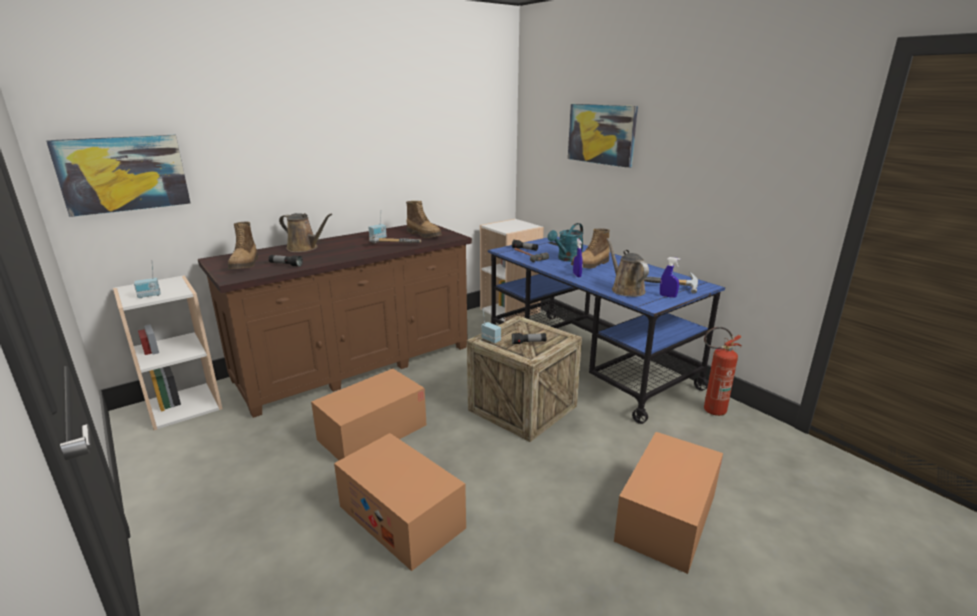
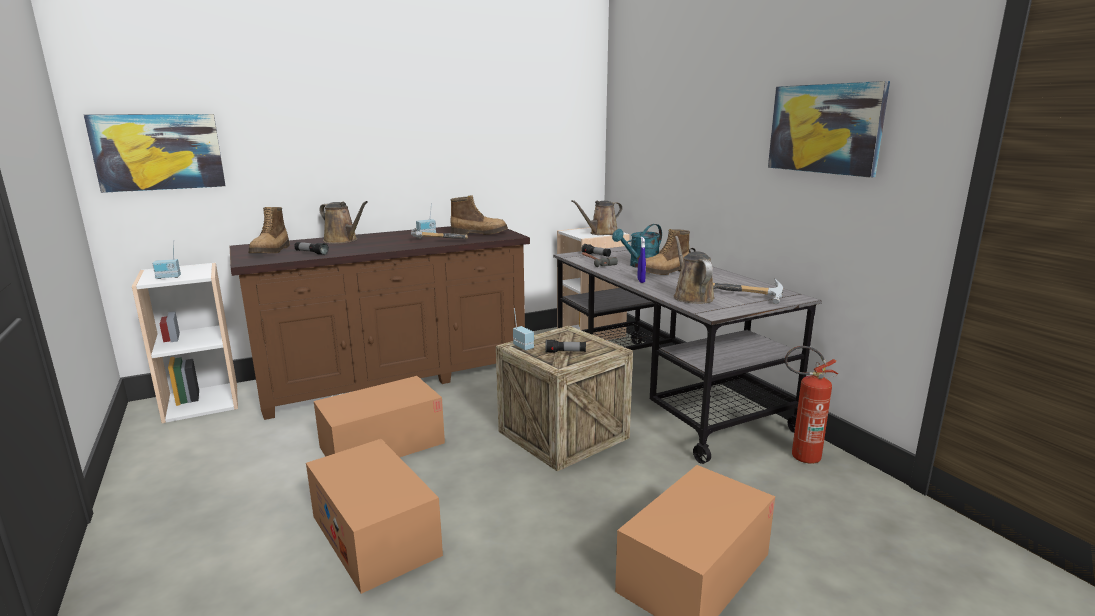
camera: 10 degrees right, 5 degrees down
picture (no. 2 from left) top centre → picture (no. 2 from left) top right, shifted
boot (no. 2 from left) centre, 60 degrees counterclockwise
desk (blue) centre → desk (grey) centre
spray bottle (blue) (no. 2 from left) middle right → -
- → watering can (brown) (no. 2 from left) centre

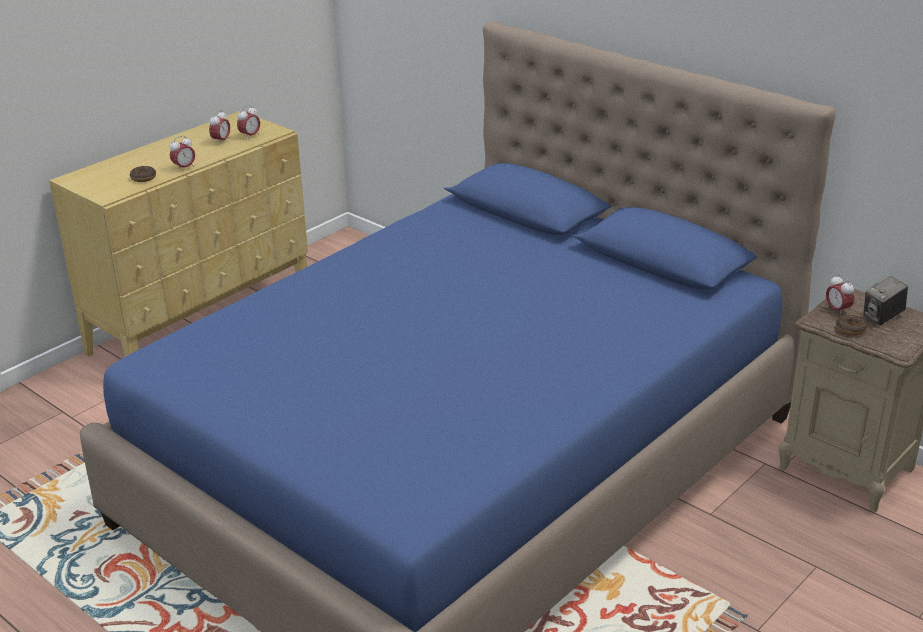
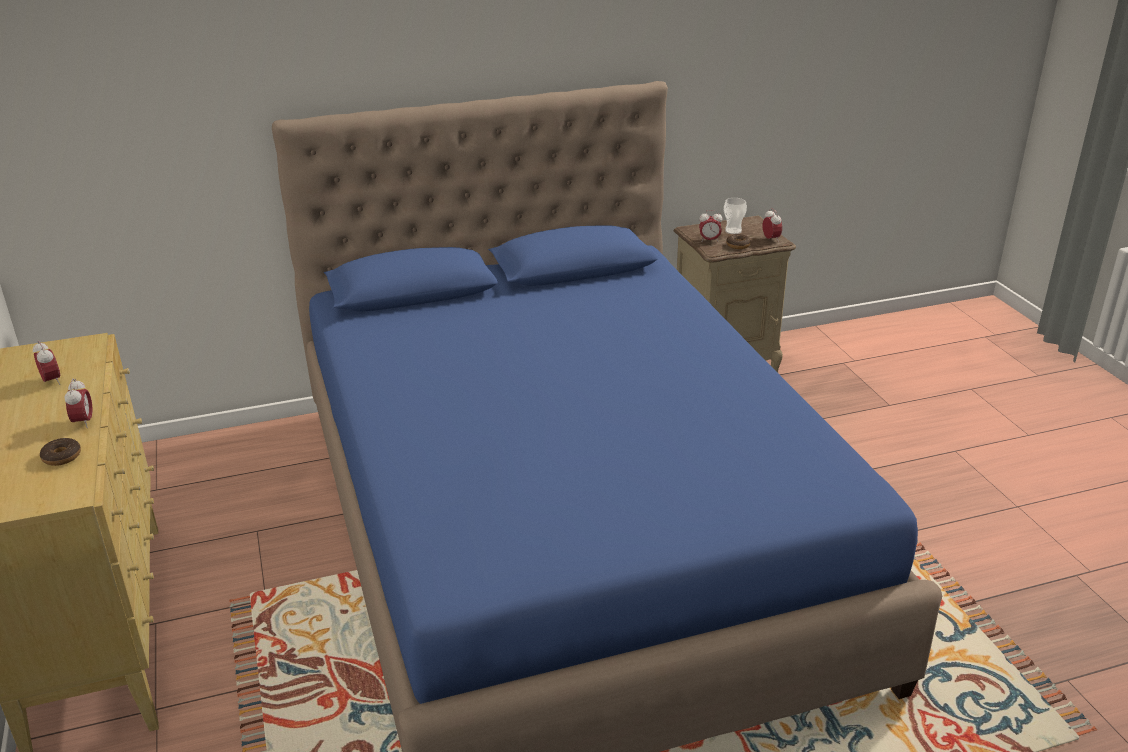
camera: 60 degrees left, 0 degrees up
alarm clock (no. 3 from left in the first image) top left → alarm clock (no. 4 from left) top right, shifted
photo camera middle right → cup top centre

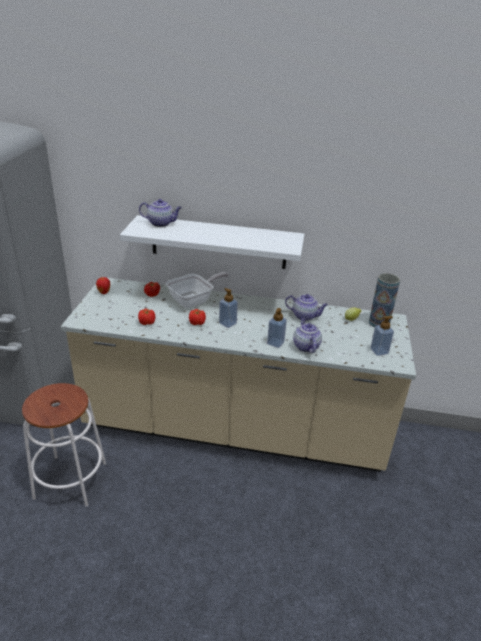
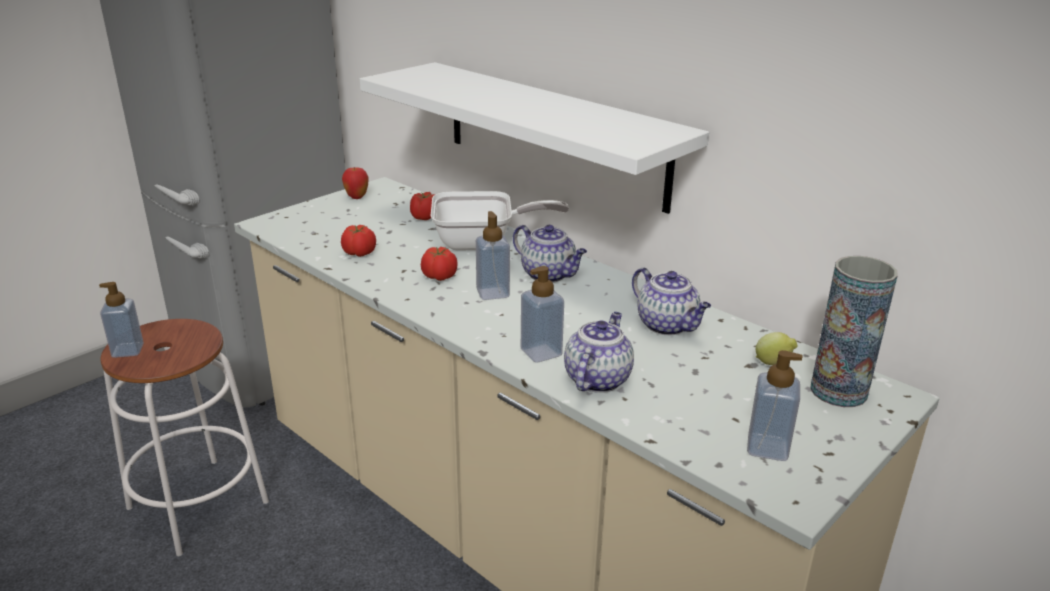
camera: 35 degrees right, 5 degrees down
teapot (no. 1 from left) top left → teapot (no. 1 from left) centre, shifted
- → soap dispenser (no. 1 from left) middle left

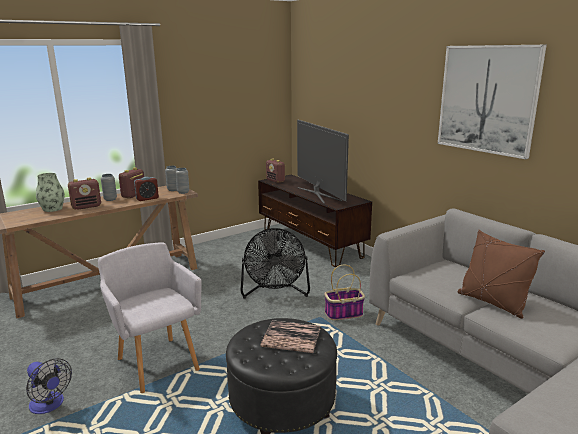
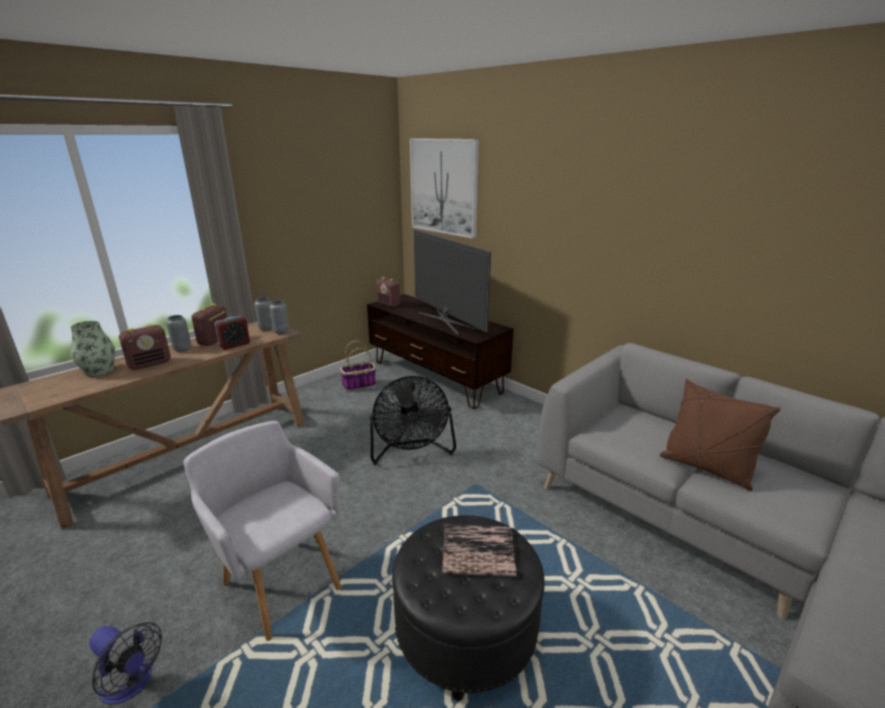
camera: 10 degrees left, 5 degrees up
picture top right → picture top centre, shifted
basket bottom centre → basket centre, shifted

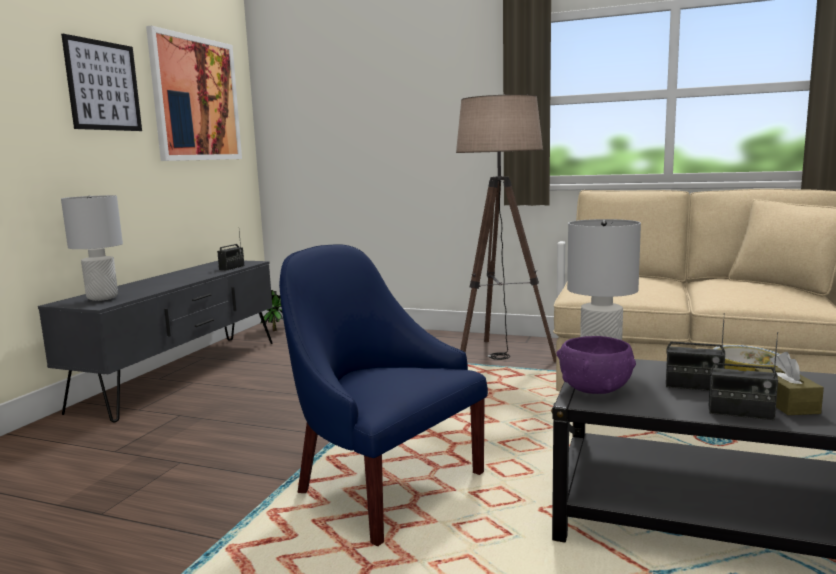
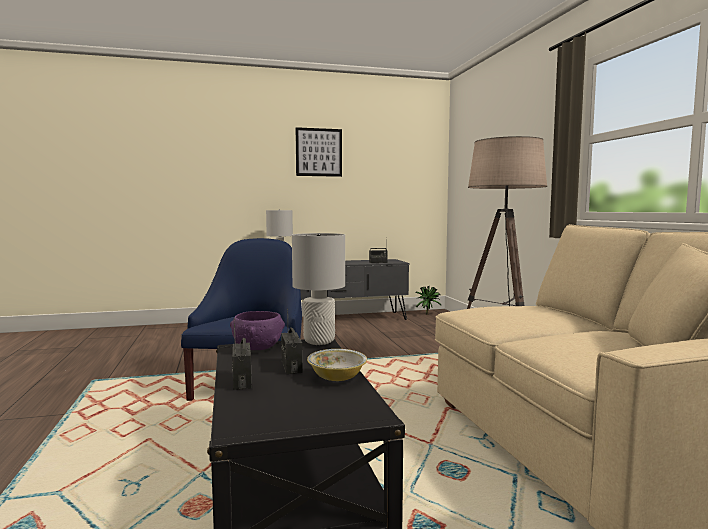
camera: 55 degrees right, 5 degrees down
picture (no. 2 from left) top left → -
tissue box (brown) bottom right → -

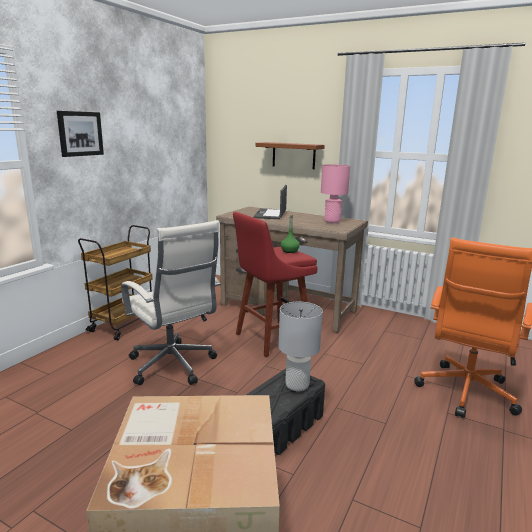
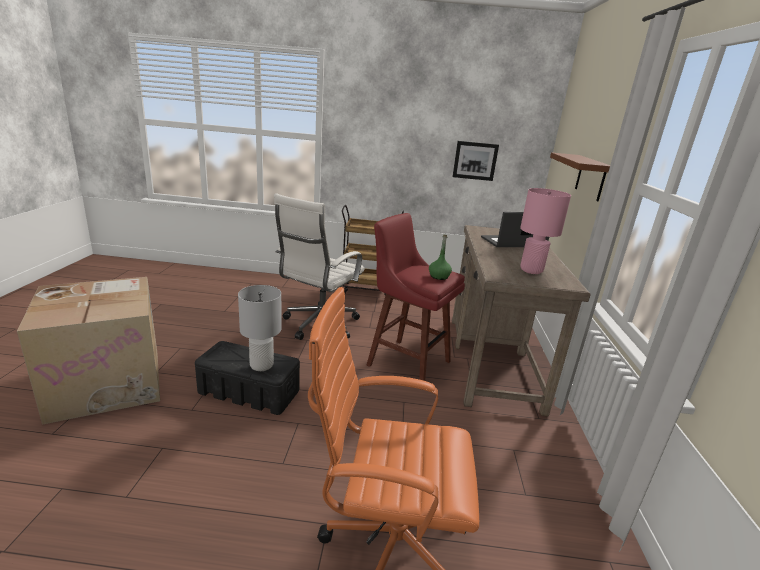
camera: 65 degrees right, 5 degrees up
picture top left → picture top centre, shifted

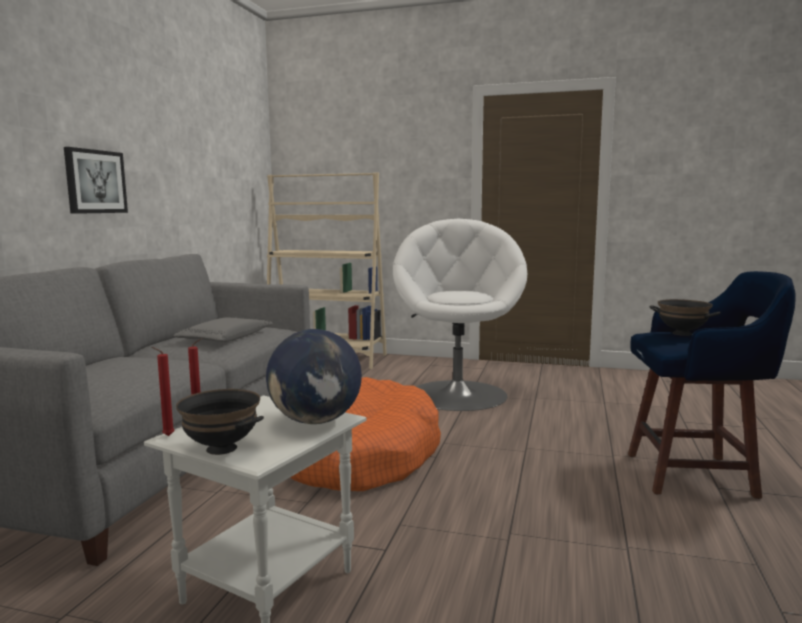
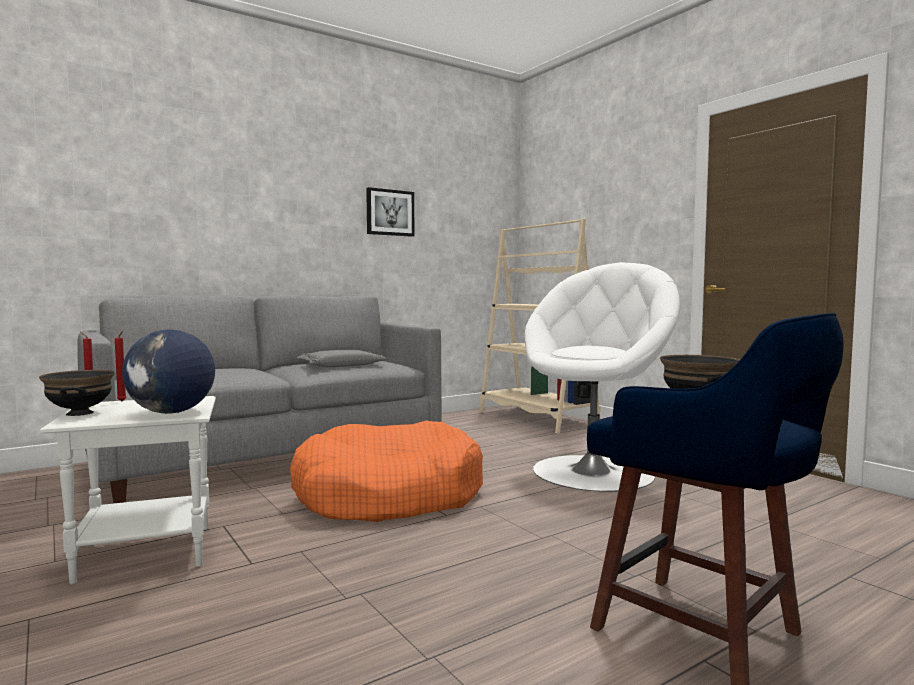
camera: 40 degrees right, 5 degrees down
picture top left → picture top centre, shifted

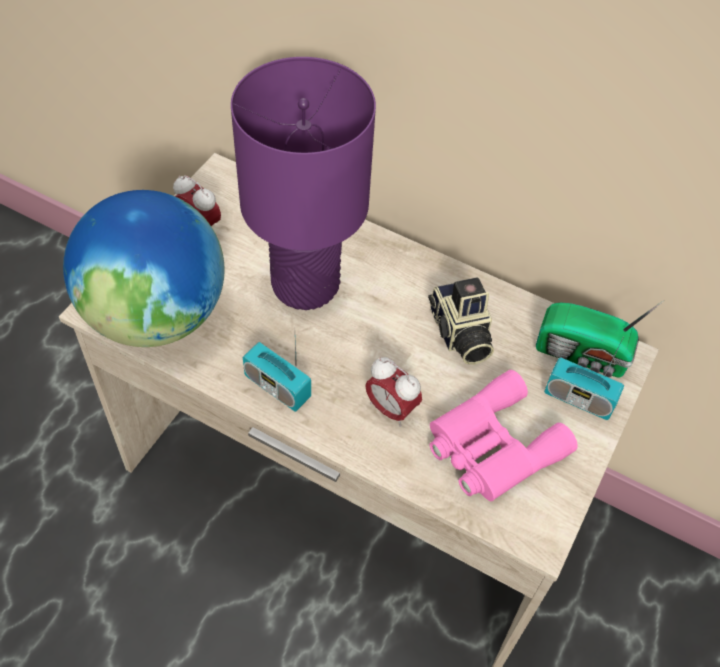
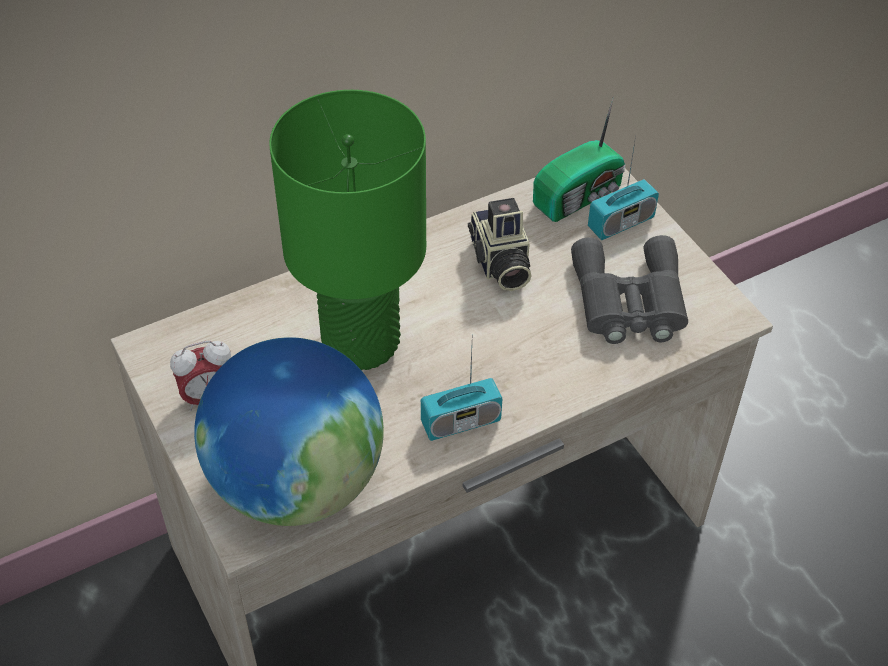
camera: 55 degrees left, 5 degrees down
table lamp (purple) top centre → table lamp (green) centre
photo camera centre, 60 degrees clockwise
alarm clock (no. 2 from left) centre → -
binoculars (pink) middle right → binoculars (grey) middle right

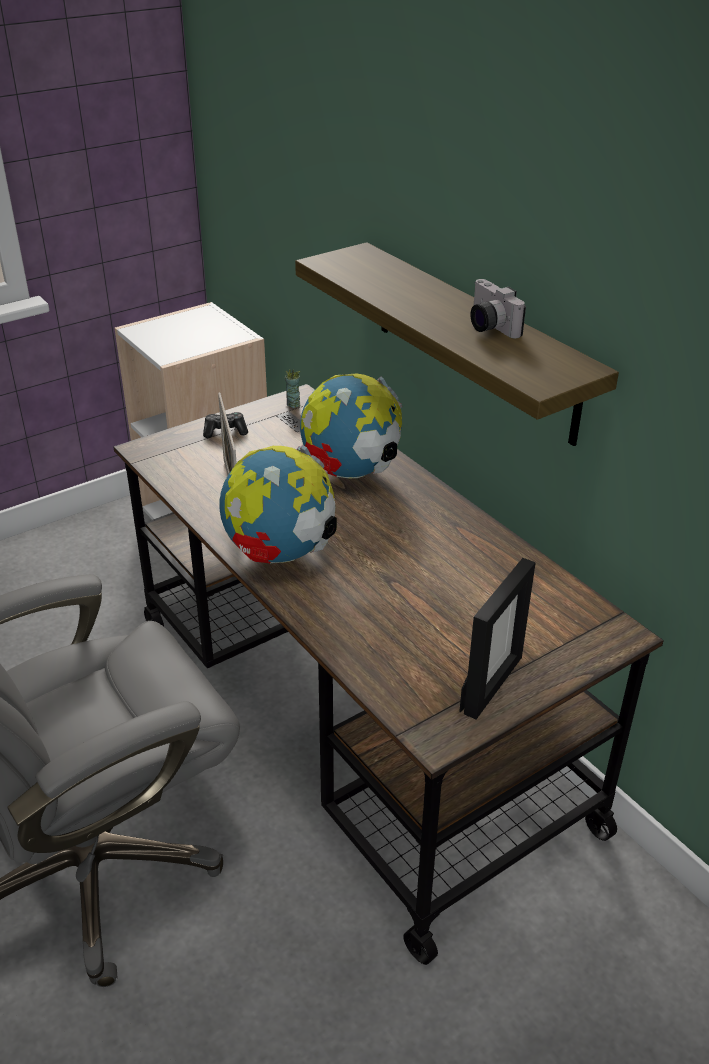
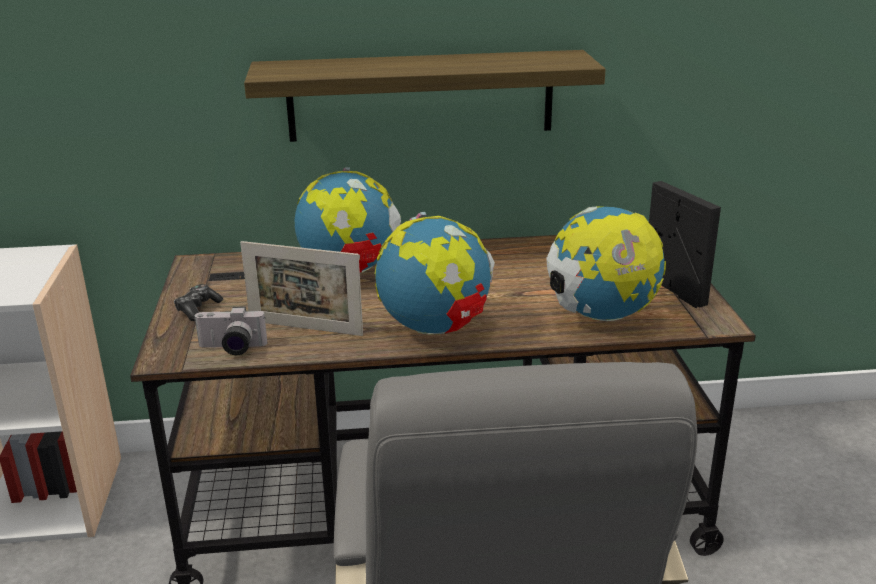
camera: 60 degrees left, 10 degrees down
photo camera top right → photo camera middle left, shifted
cup centre → -
- → globe (no. 3 from left) middle right

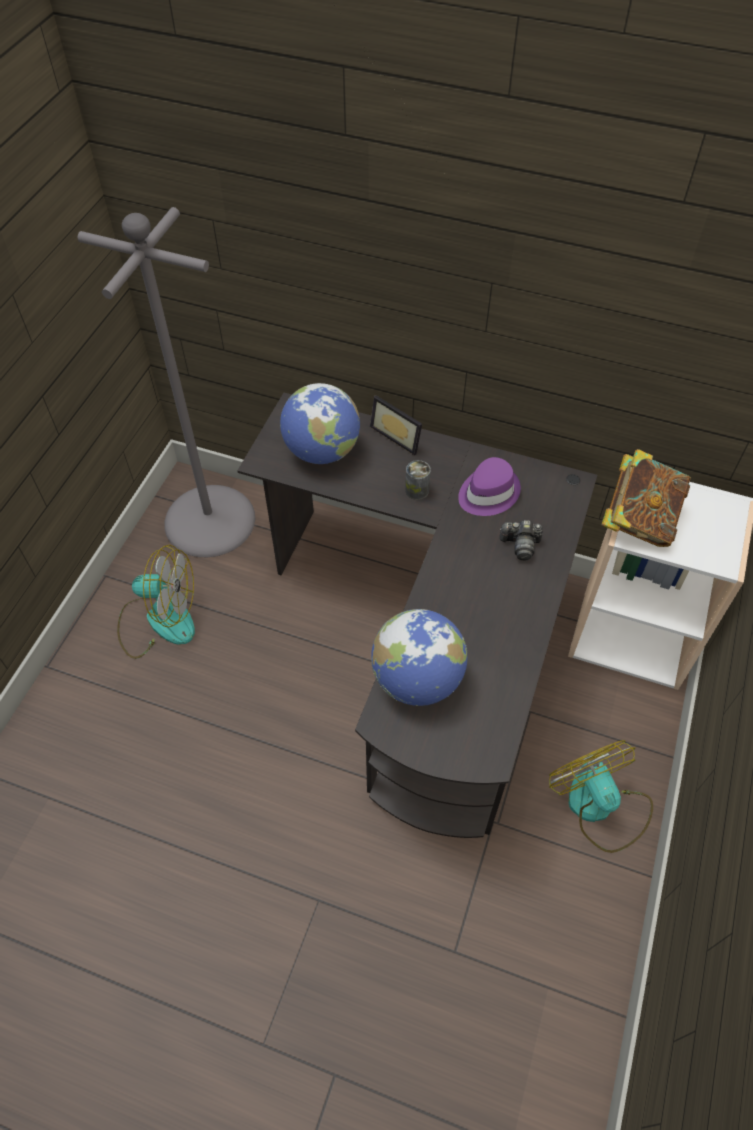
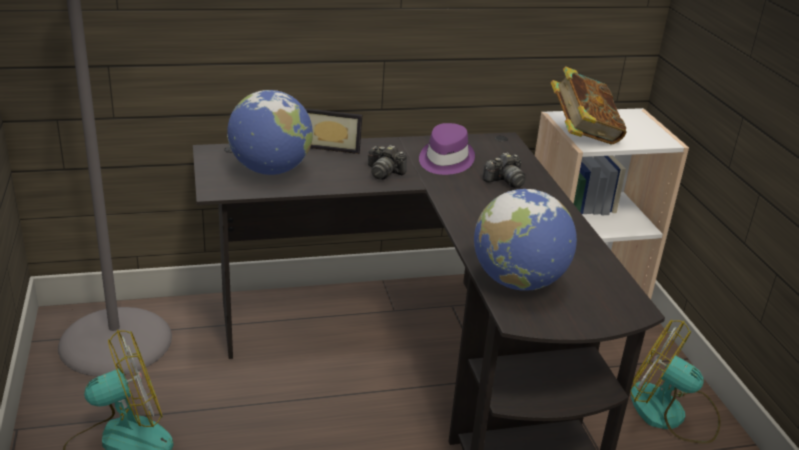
camera: 35 degrees left, 25 degrees down
can centre → photo camera (no. 1 from left) centre

